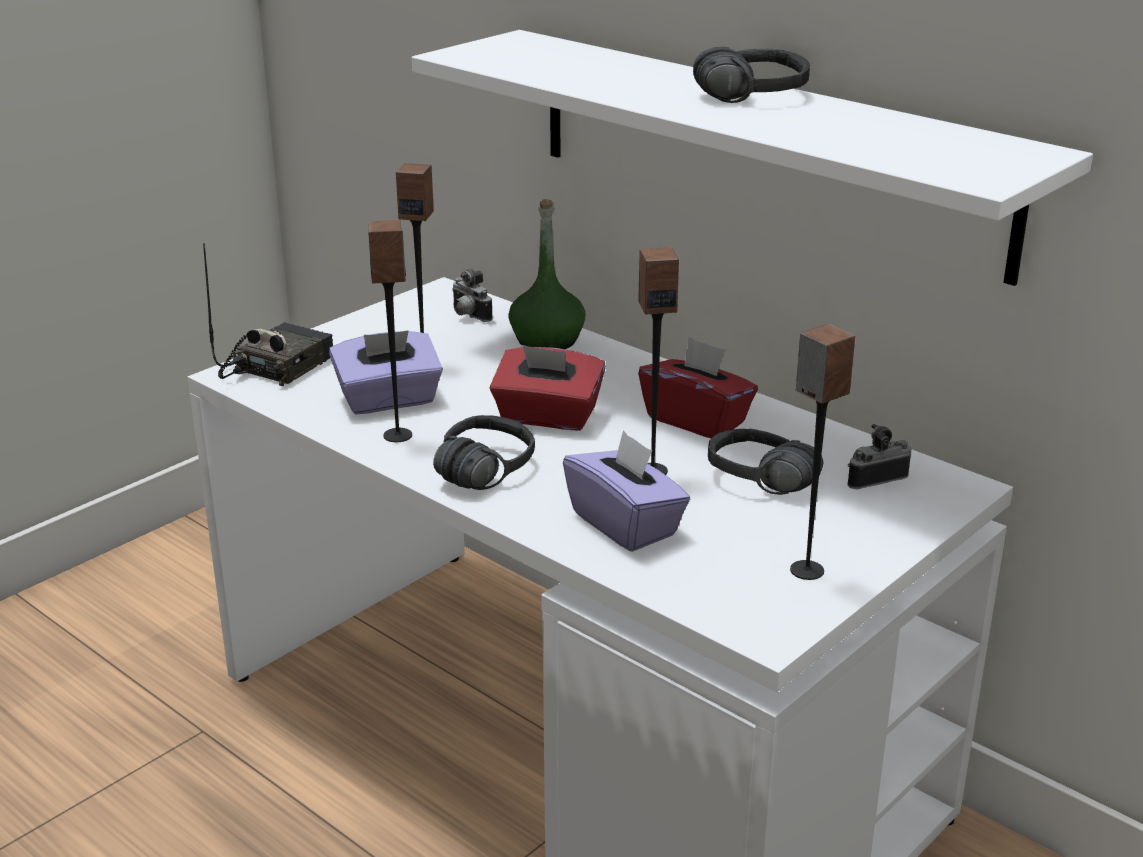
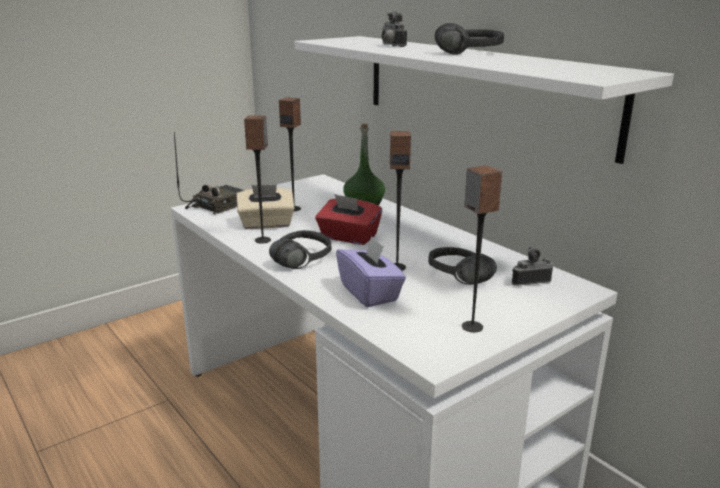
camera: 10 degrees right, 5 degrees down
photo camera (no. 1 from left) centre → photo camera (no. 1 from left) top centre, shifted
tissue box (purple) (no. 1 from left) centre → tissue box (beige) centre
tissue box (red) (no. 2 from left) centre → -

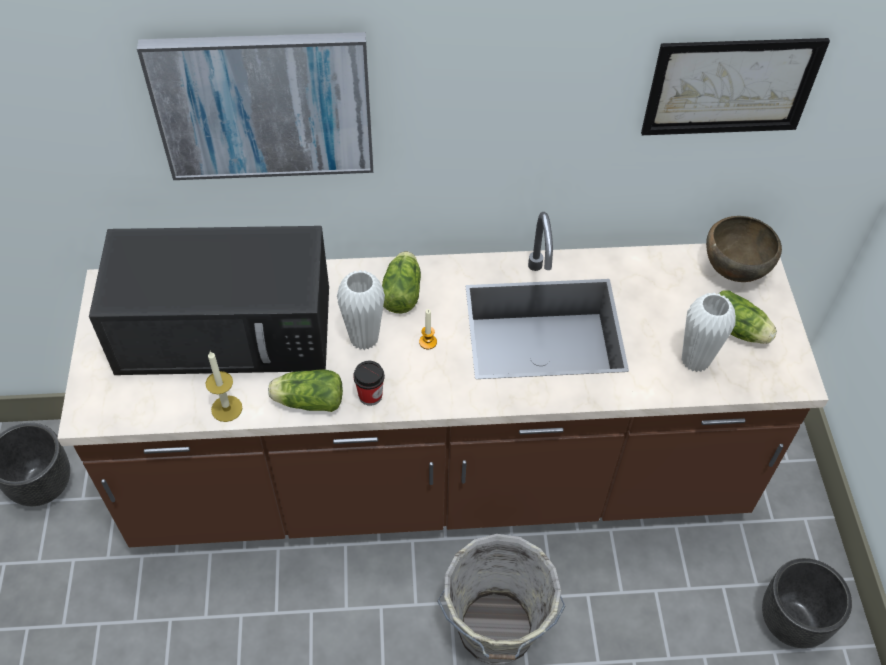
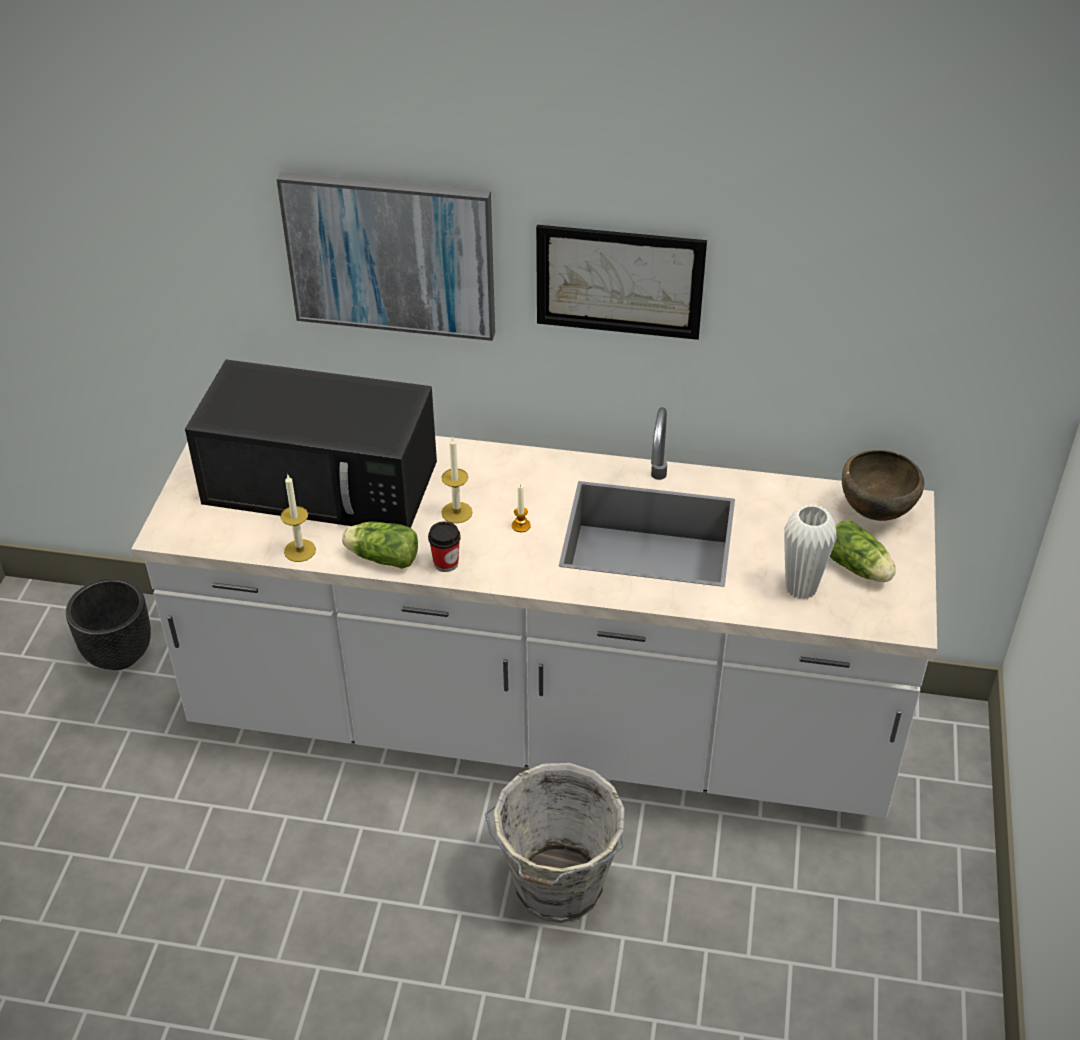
camera: 15 degrees right, 10 degrees down
picture (no. 2 from left) top right → picture (no. 2 from left) top centre, shifted
counter (brown) centre → counter (white) centre
lettuce (no. 2 from left) centre → -
vase (white) (no. 1 from left) centre → candle (no. 2 from left) centre
planter (black) (no. 2 from left) bottom right → -

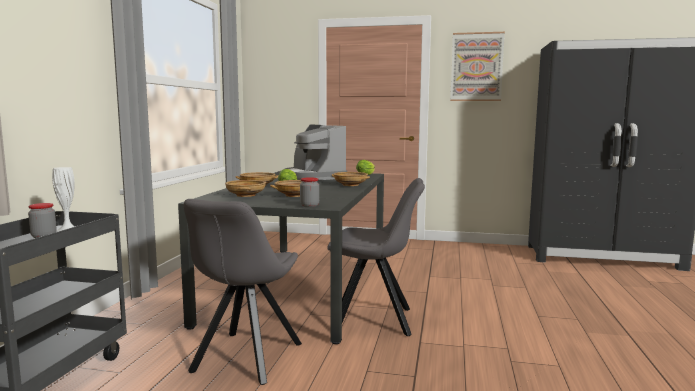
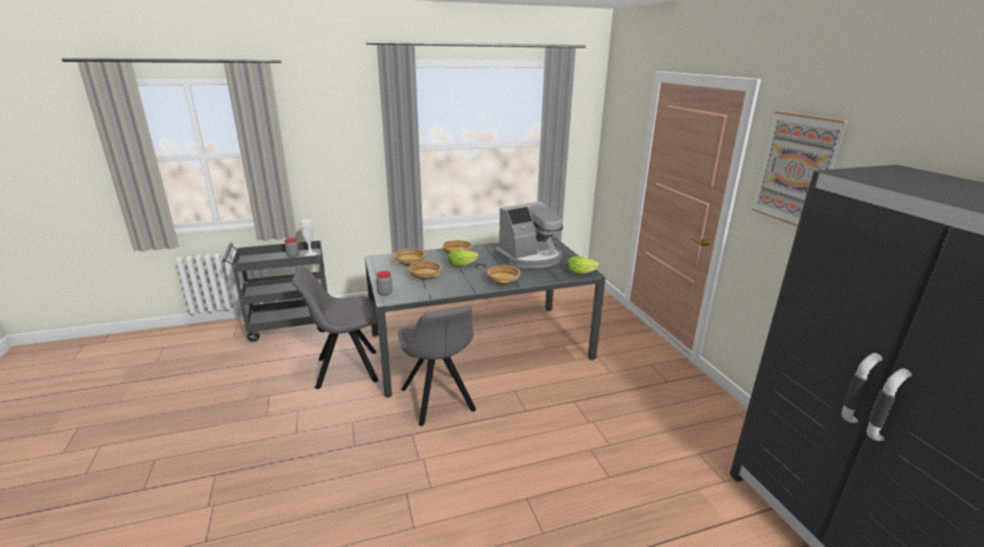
camera: 60 degrees right, 15 degrees up
coffee machine centre, 150 degrees counterclockwise

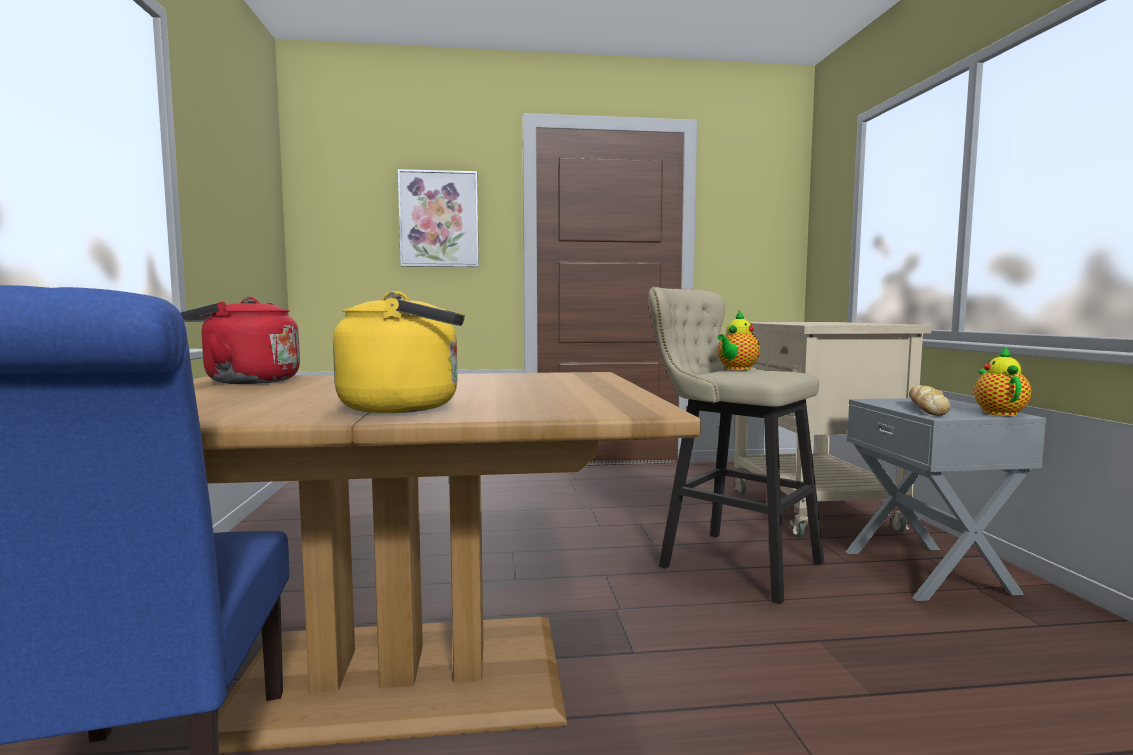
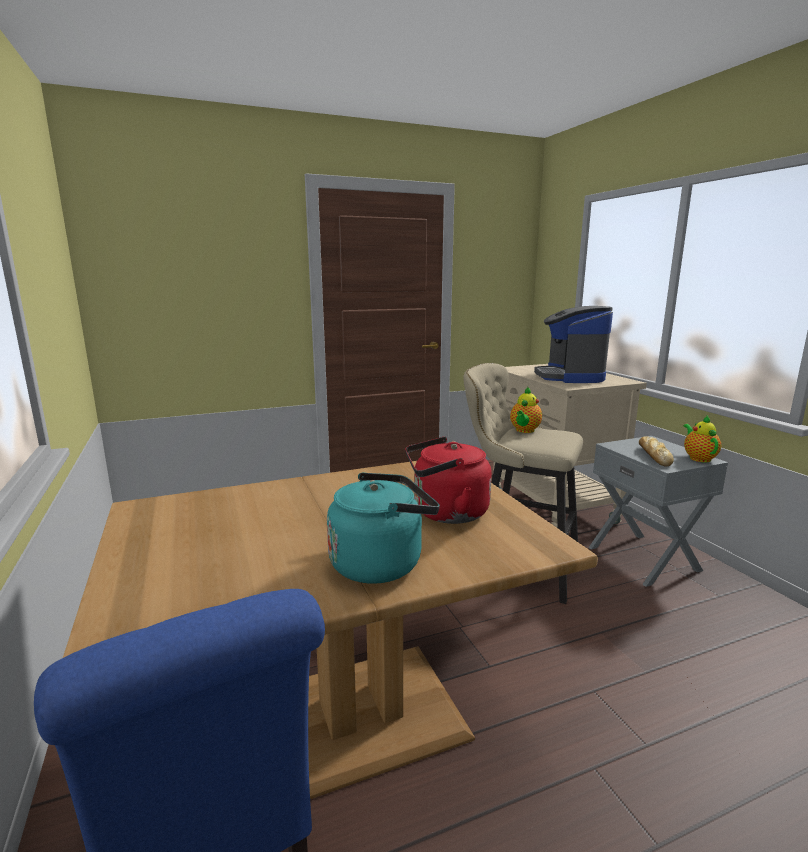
camera: 15 degrees left, 10 degrees up
picture top centre → -
kettle (yellow) centre → kettle (turquoise) centre
kettle (red) middle left → kettle (red) centre, shifted
- → coffee machine middle right

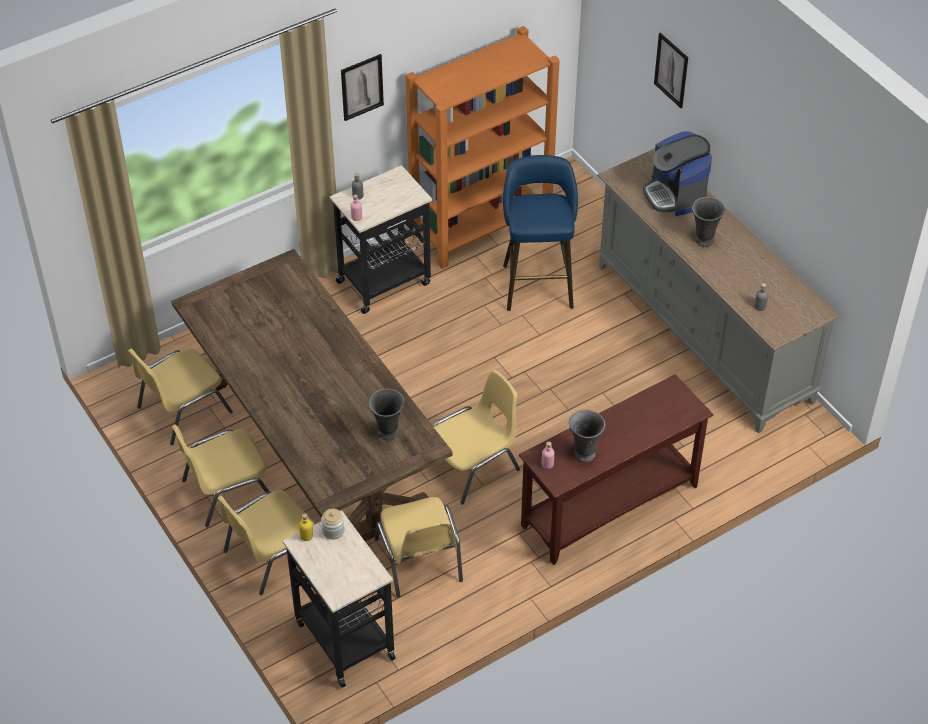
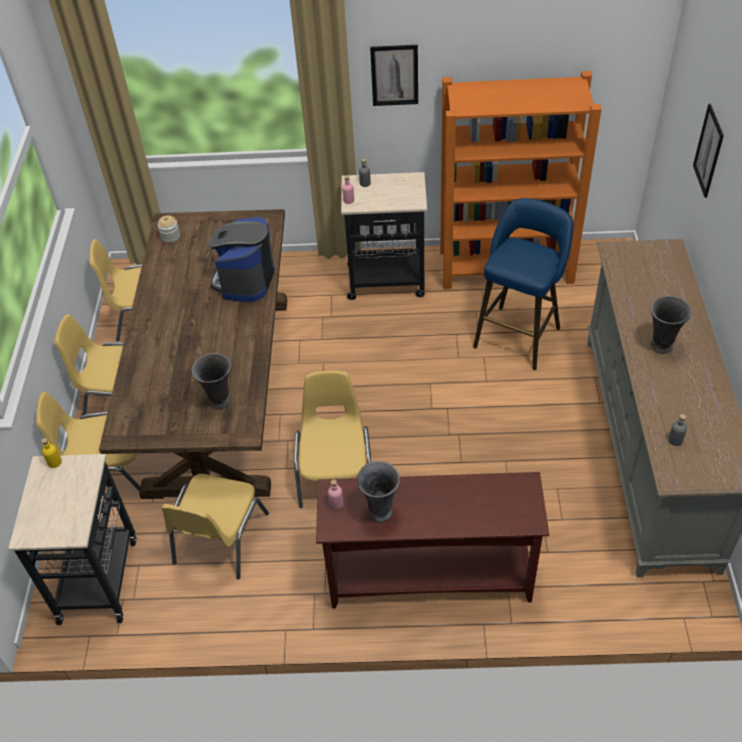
camera: 35 degrees right, 0 degrees up
coffee machine top right → coffee machine middle left, shifted
chair (yellow) (no. 5 from left) centre, 90 degrees counterclockwise
jar bottom centre → jar top left, shifted

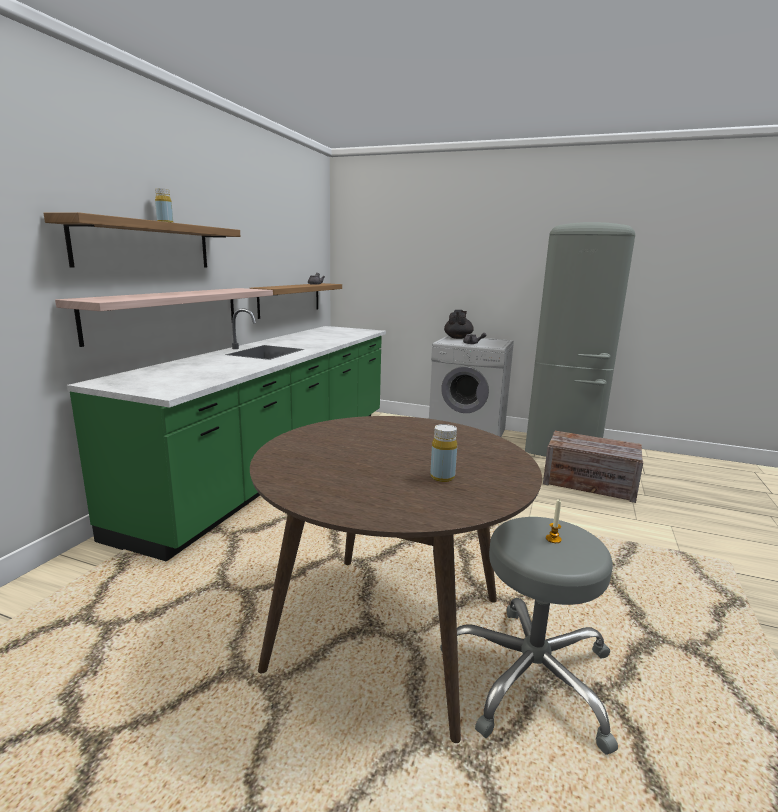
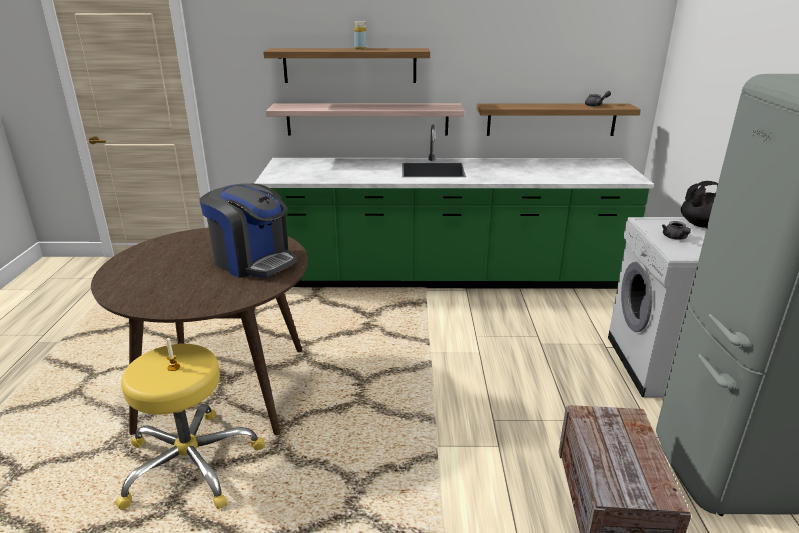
camera: 70 degrees right, 10 degrees up
bottle (yellow) (no. 2 from left) centre → -
stool (grey) bottom right → stool (yellow) bottom left
- → coffee machine middle left

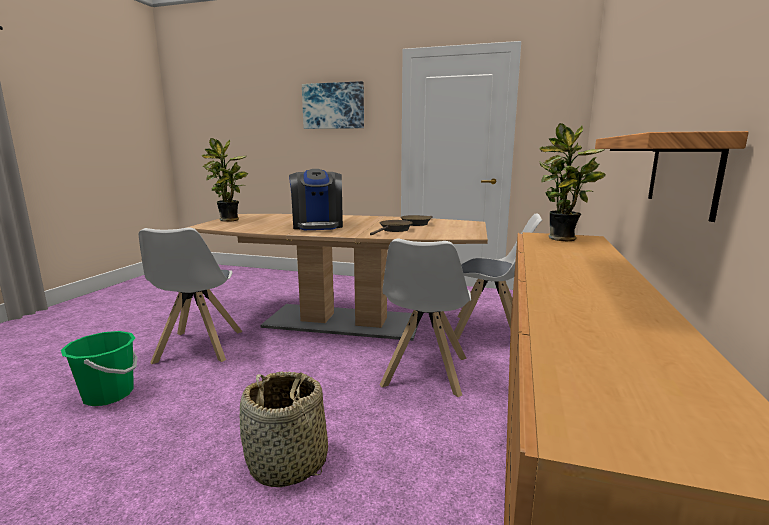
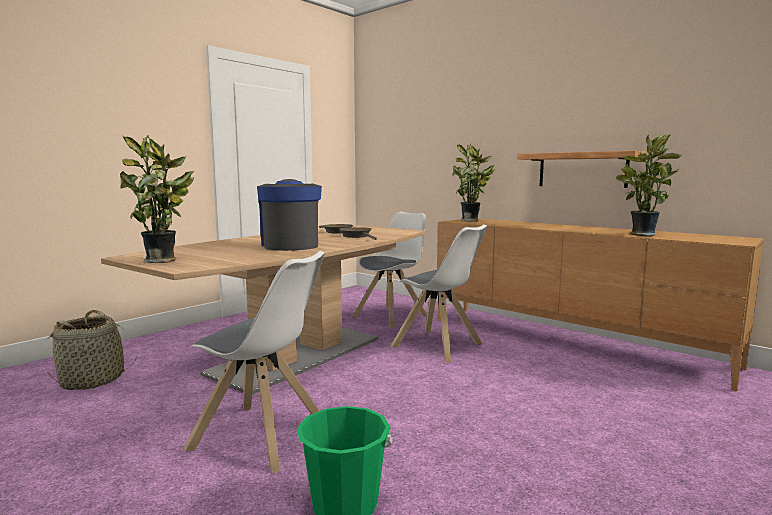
camera: 65 degrees left, 5 degrees down
picture top centre → -
coffee machine centre, 120 degrees counterclockwise
basket bottom centre → basket bottom left, shifted
- → potted plant (no. 3 from left) middle right

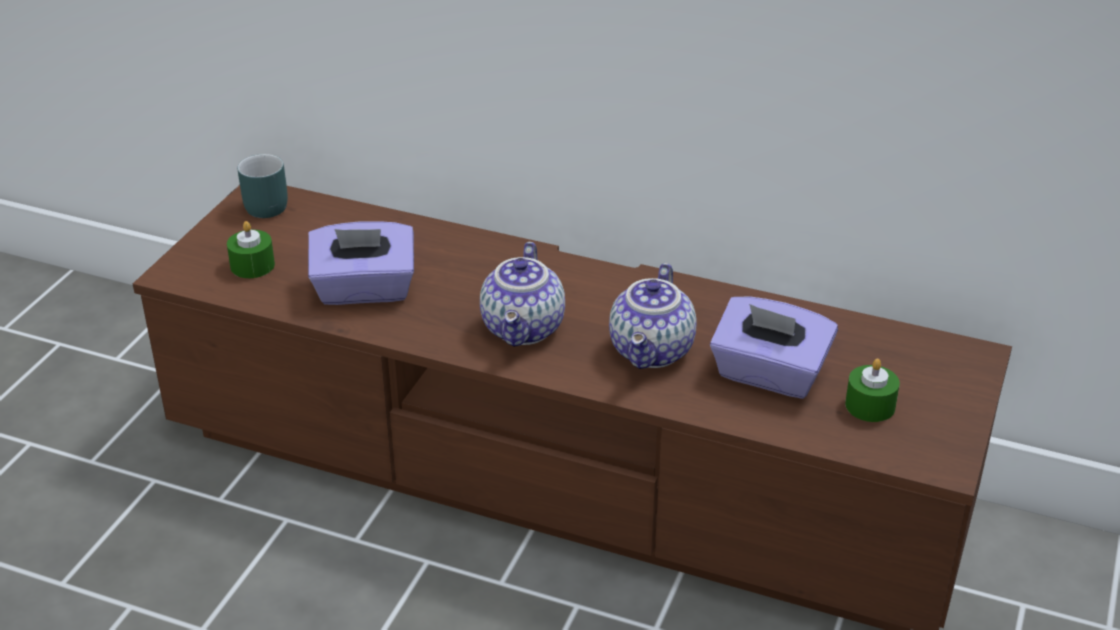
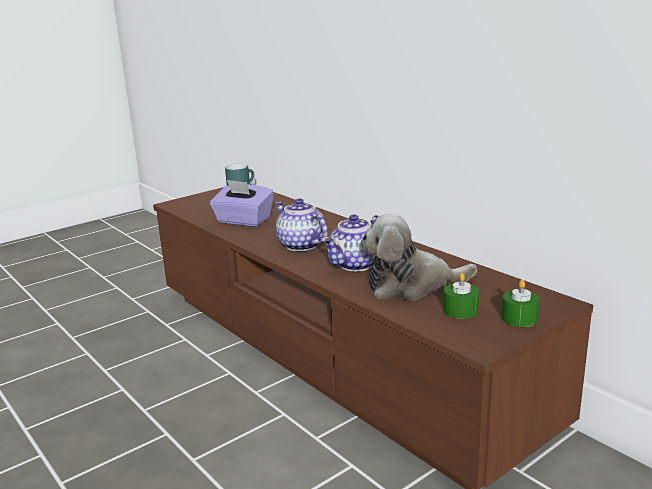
camera: 30 degrees right, 15 degrees down
candle (green) (no. 1 from left in the first image) middle left → candle (green) (no. 2 from left) middle right, shifted
teapot (no. 1 from left) centre, 105 degrees clockwise
tissue box (purple) (no. 2 from left) middle right → plush toy centre

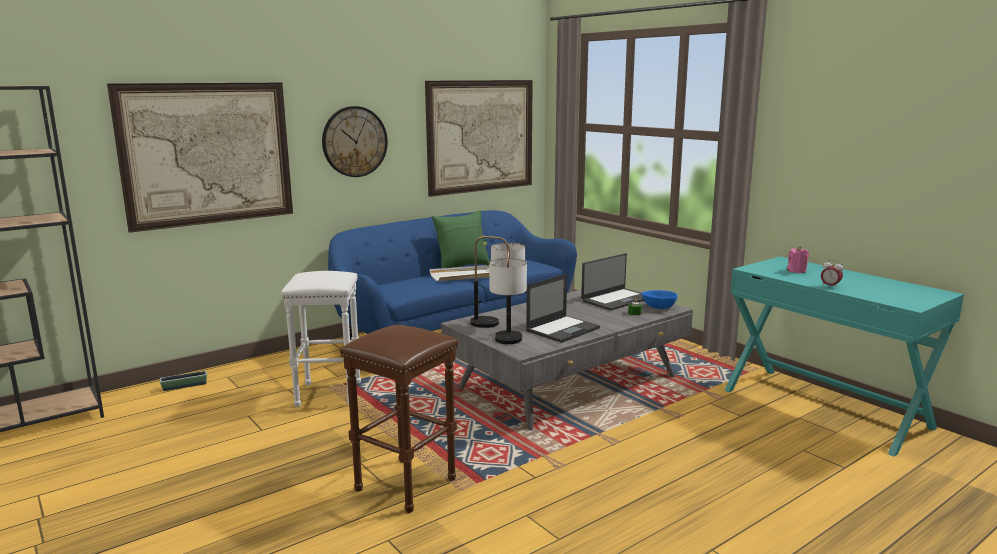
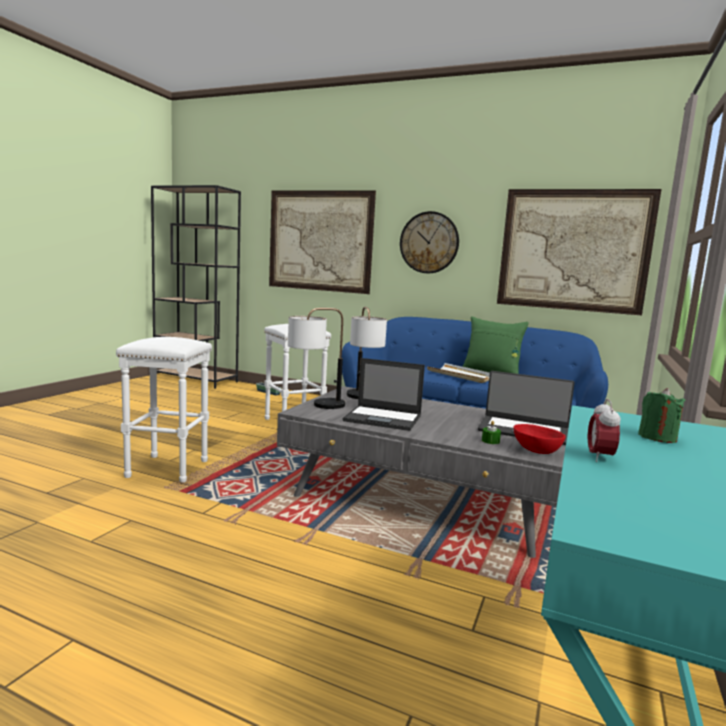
camera: 60 degrees right, 5 degrees down
candle (pink) middle right → candle (green) (no. 2 from left) middle right
bowl (blue) centre → bowl (red) middle right
stool (brown) bottom centre → stool (white) (no. 1 from left) middle left

